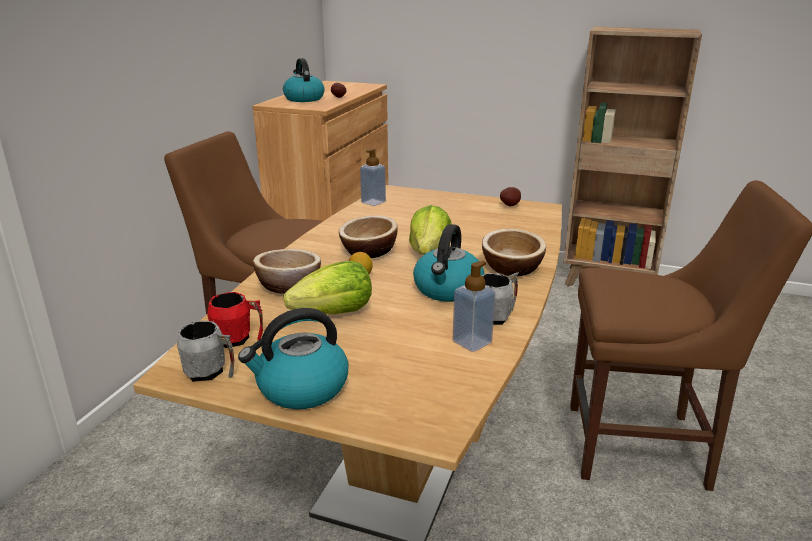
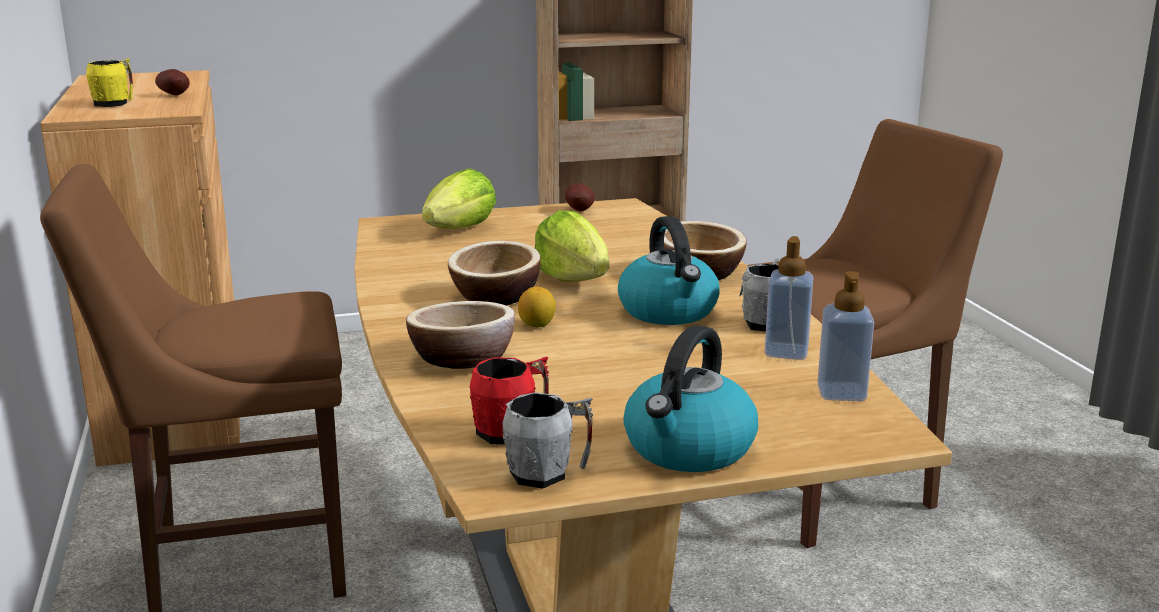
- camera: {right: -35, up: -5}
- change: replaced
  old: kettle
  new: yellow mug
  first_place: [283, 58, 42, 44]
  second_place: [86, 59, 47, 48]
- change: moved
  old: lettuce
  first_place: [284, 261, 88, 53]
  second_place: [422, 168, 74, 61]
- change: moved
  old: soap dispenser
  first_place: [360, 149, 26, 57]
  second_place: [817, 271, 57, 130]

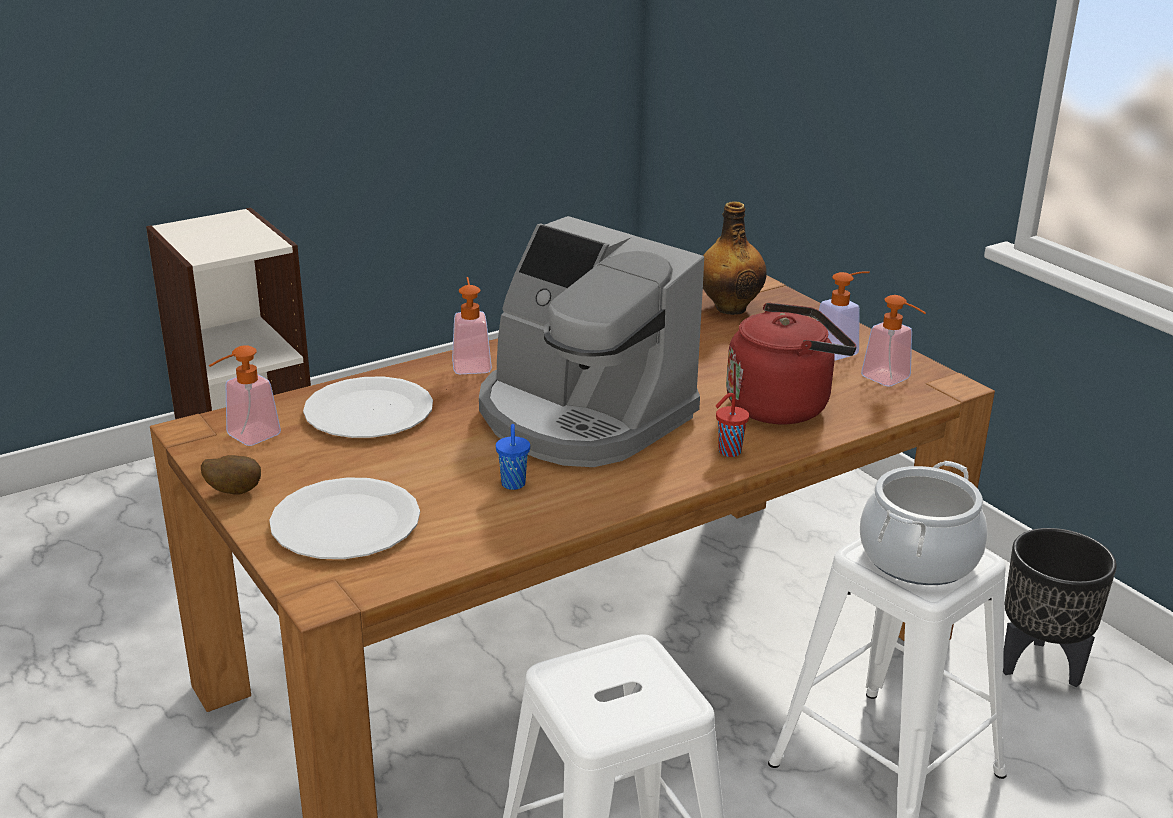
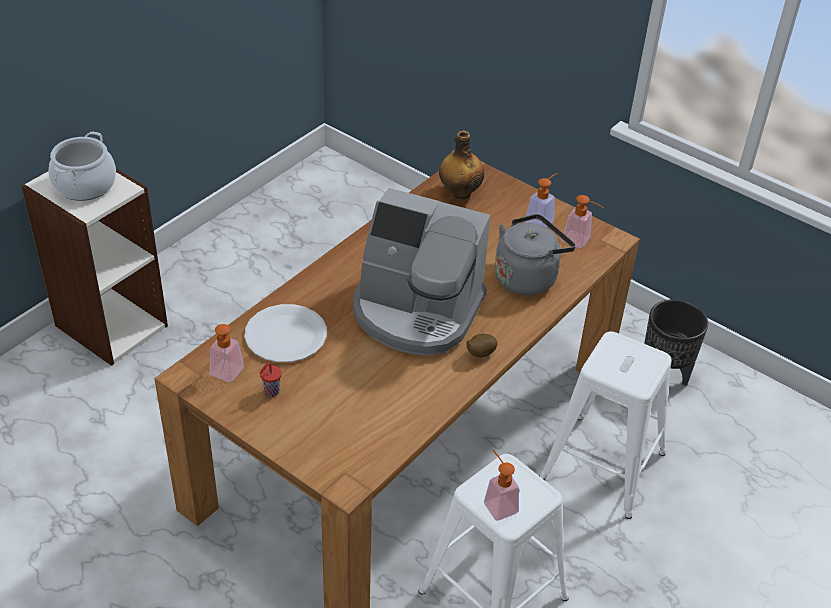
- camera: {right: -20, up: 15}
- change: moved
  old: cooking pot
  first_place: [860, 461, 128, 124]
  second_place: [48, 132, 68, 69]
- change: moved
  old: red cup
  first_place: [715, 393, 34, 64]
  second_place: [260, 362, 21, 35]
- change: moved
  old: potato
  first_place: [201, 455, 60, 40]
  second_place: [466, 334, 32, 24]
- change: moved
  old: soap dispenser
  first_place: [452, 277, 40, 97]
  second_place: [484, 450, 35, 71]
- change: recoloured
  old: red kettle
  new: grey kettle
  first_place: [726, 302, 131, 122]
  second_place: [495, 214, 81, 81]
- change: removed
  old: white plate
  first_place: [269, 477, 151, 82]
- change: removed
  old: blue cup
  first_place: [496, 424, 34, 66]

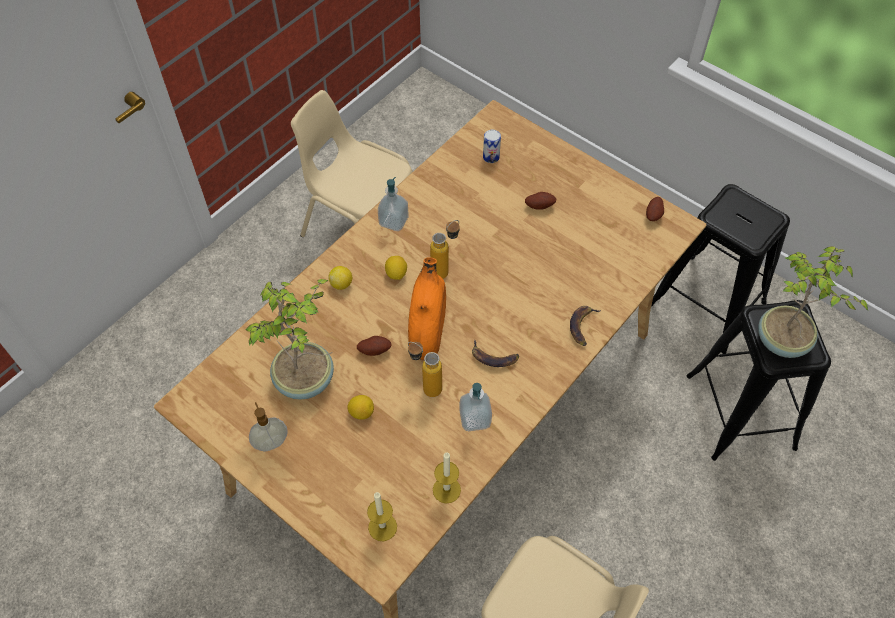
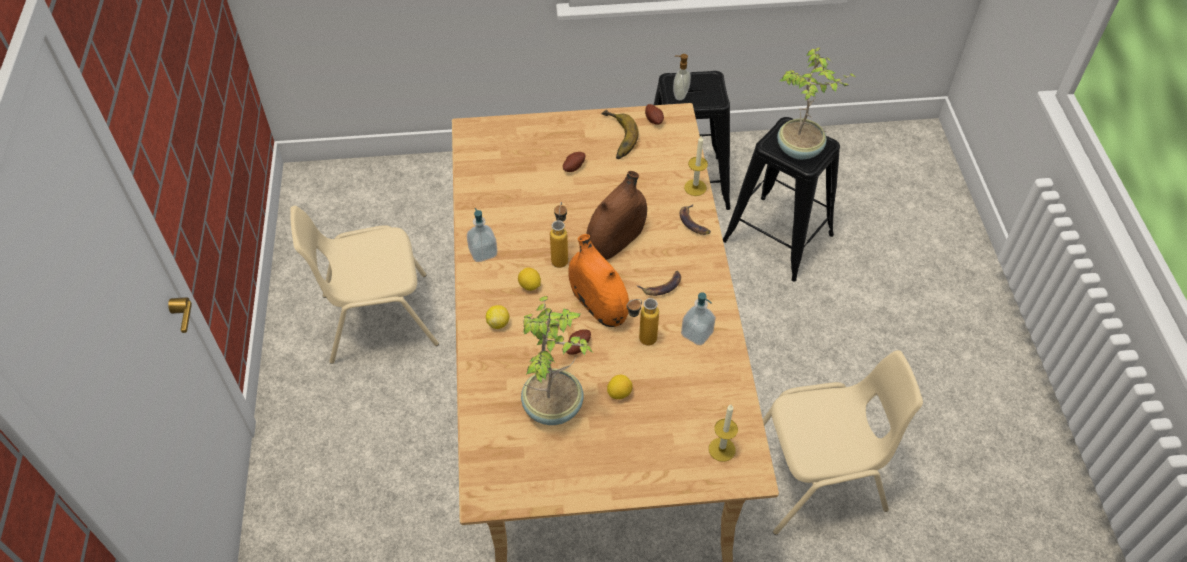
- camera: {right: -45, up: -5}
- change: added
  new: brown vase
  second_place: [586, 171, 61, 89]
- change: added
  new: banana
  second_place: [602, 110, 36, 49]
- change: moved
  old: soap dispenser
  first_place: [249, 402, 38, 50]
  second_place: [673, 54, 18, 46]
- change: moved
  old: candle
  first_place: [433, 453, 28, 51]
  second_place: [684, 136, 24, 60]
- change: removed
  old: can
  first_place: [483, 130, 18, 33]

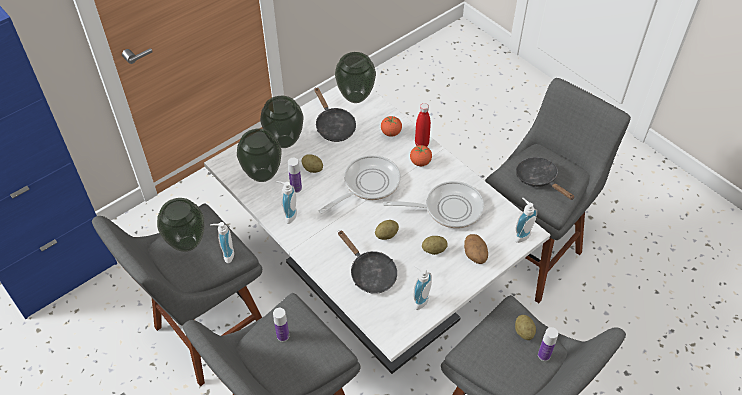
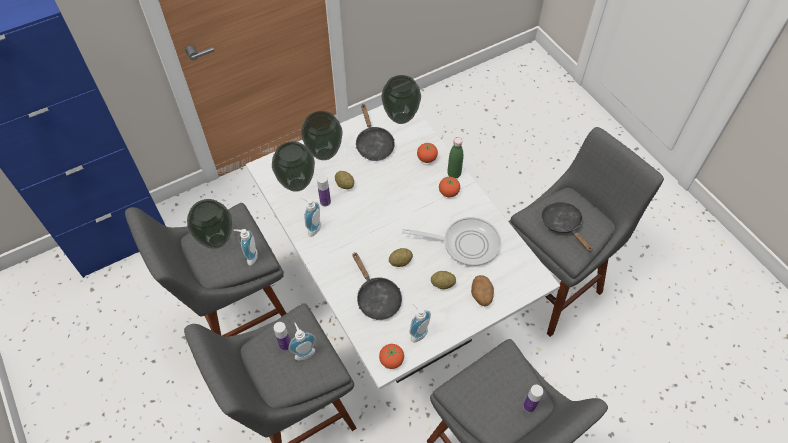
- camera: {right: 10, up: 5}
- change: moved
  old: soap dispenser
  first_place: [514, 198, 23, 45]
  second_place: [289, 323, 27, 38]
- change: added
  new: tomato
  second_place: [379, 344, 25, 25]
- change: recoloured
  old: red bottle
  new: green bottle
  first_place: [415, 103, 16, 44]
  second_place: [447, 137, 16, 41]
- change: removed
  old: frying pan
  first_place: [319, 155, 82, 59]
- change: removed
  old: potato
  first_place: [515, 315, 21, 25]

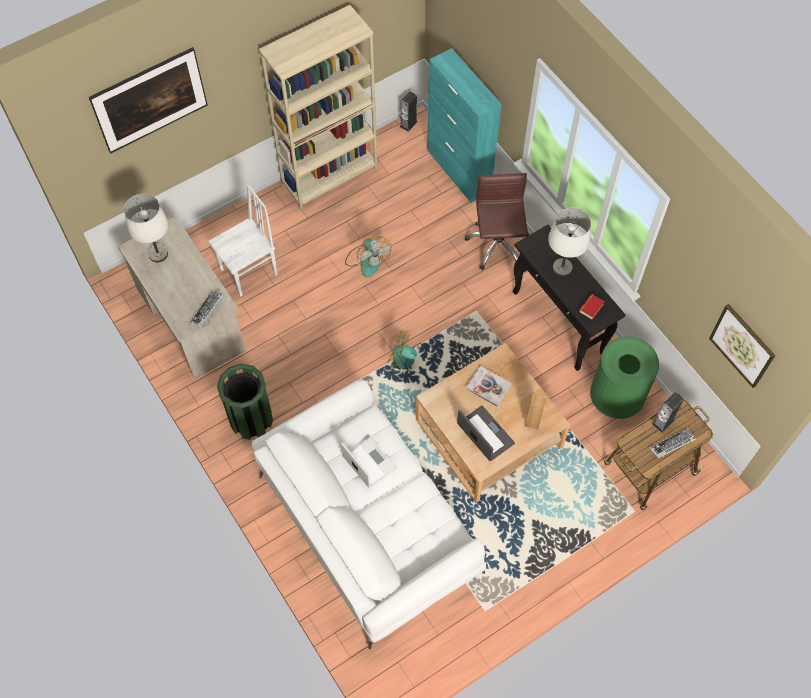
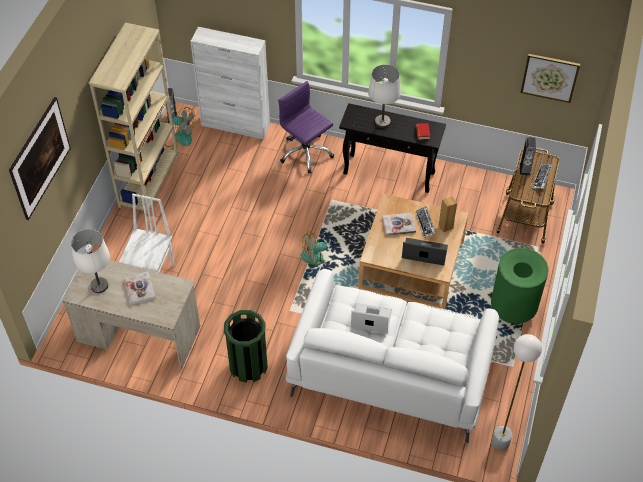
- camera: {right: -40, up: -10}
- change: added
  new: book
  second_place: [124, 271, 31, 33]
- change: moved
  old: fan
  first_place: [345, 236, 46, 41]
  second_place: [165, 107, 31, 40]
- change: recoloured
  old: turquoise cabinet
  new: white cabinet
  first_place: [427, 48, 75, 155]
  second_place: [190, 27, 80, 112]
- change: recoloured
  old: brown office chair
  new: purple office chair
  first_place: [465, 173, 64, 97]
  second_place: [278, 81, 56, 93]
- change: moved
  old: keyboard
  first_place: [189, 291, 34, 36]
  second_place: [415, 206, 21, 32]
- change: moved
  old: green trash can
  first_place: [590, 336, 69, 83]
  second_place: [491, 248, 58, 76]
- change: added
  new: white floor lamp
  second_place: [492, 334, 50, 117]

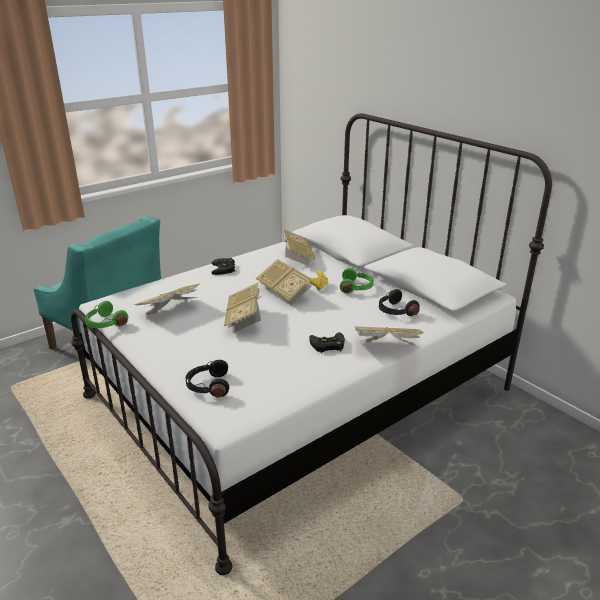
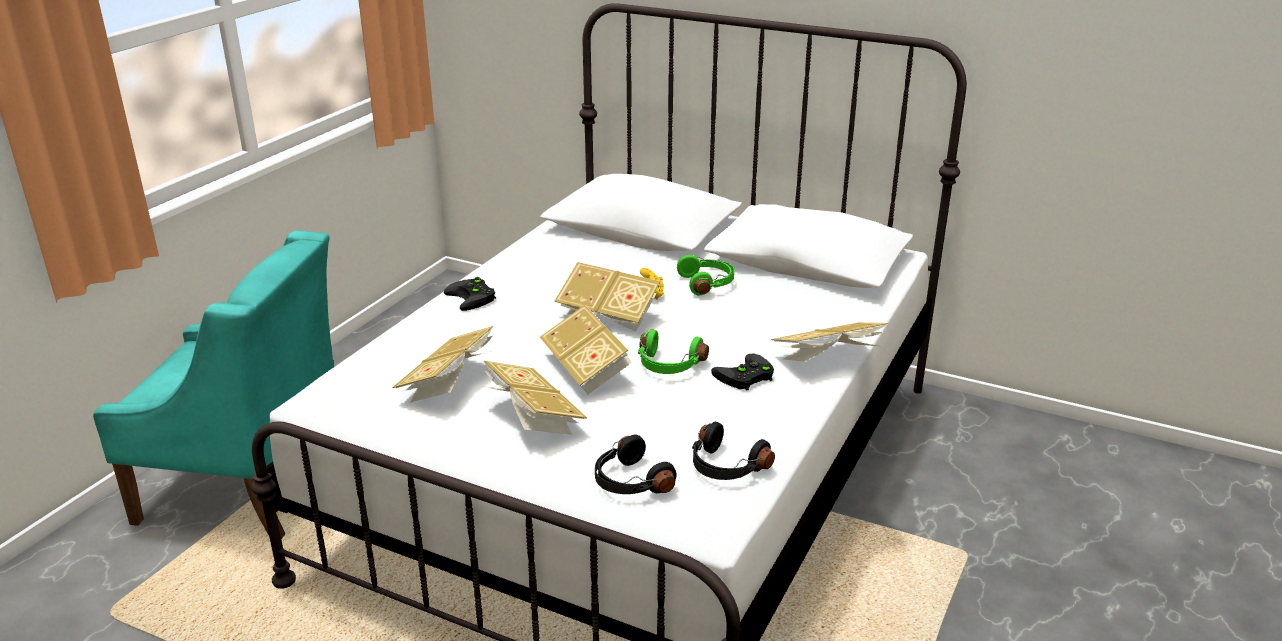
- camera: {right: -25, up: 0}
- change: moved
  old: book
  first_place: [283, 229, 32, 37]
  second_place: [483, 361, 104, 74]
- change: moved
  old: green headphones
  first_place: [85, 301, 43, 27]
  second_place: [638, 329, 71, 45]
- change: moved
  old: black headphones
  first_place: [379, 289, 41, 27]
  second_place: [692, 422, 83, 58]

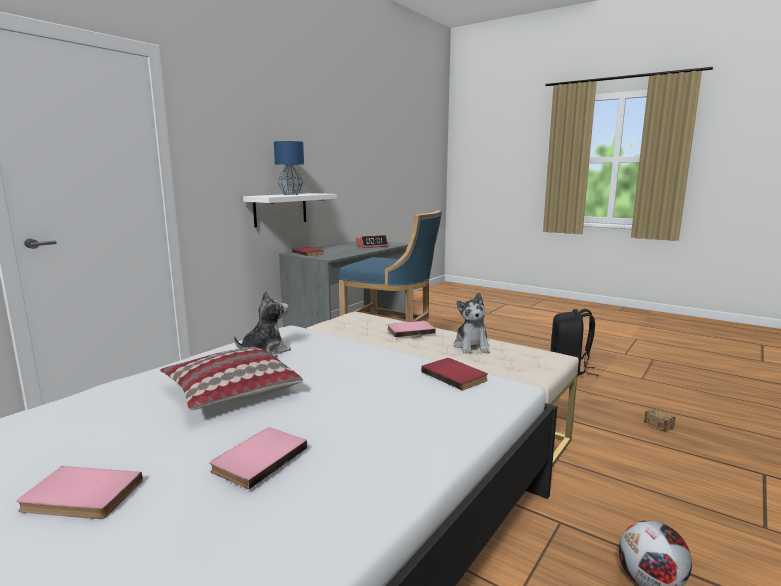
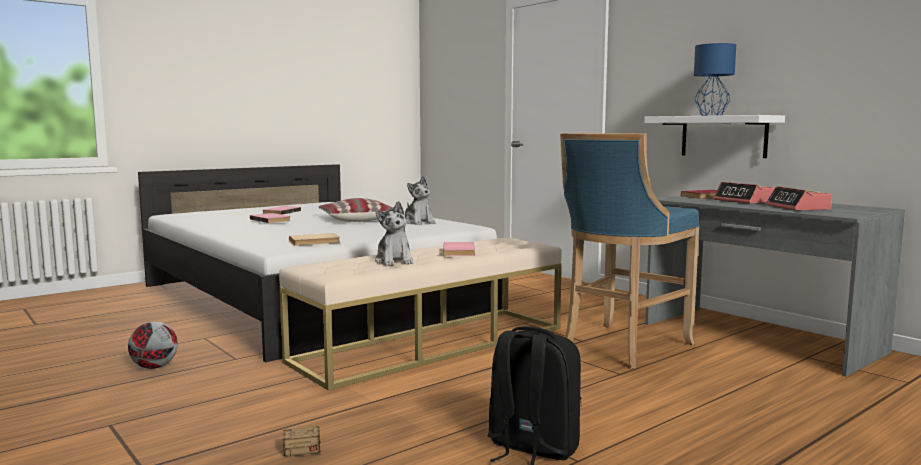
- camera: {right: 105, up: -5}
- change: recoloured
  old: red book
  new: beige book
  first_place: [421, 358, 67, 32]
  second_place: [289, 233, 51, 13]
- change: turned
  old: plush toy
  first_place: [454, 293, 36, 61]
  second_place: [375, 201, 38, 65]
  degrees: -120
- change: added
  new: alarm clock
  second_place: [714, 182, 61, 22]

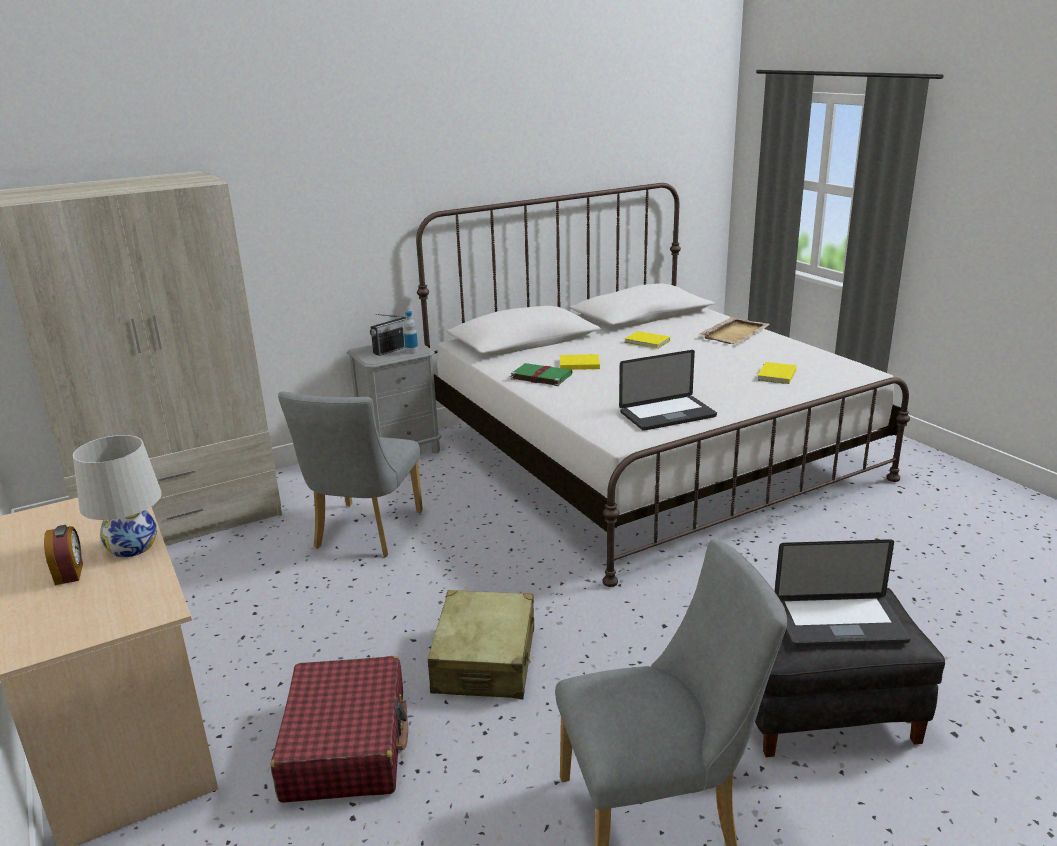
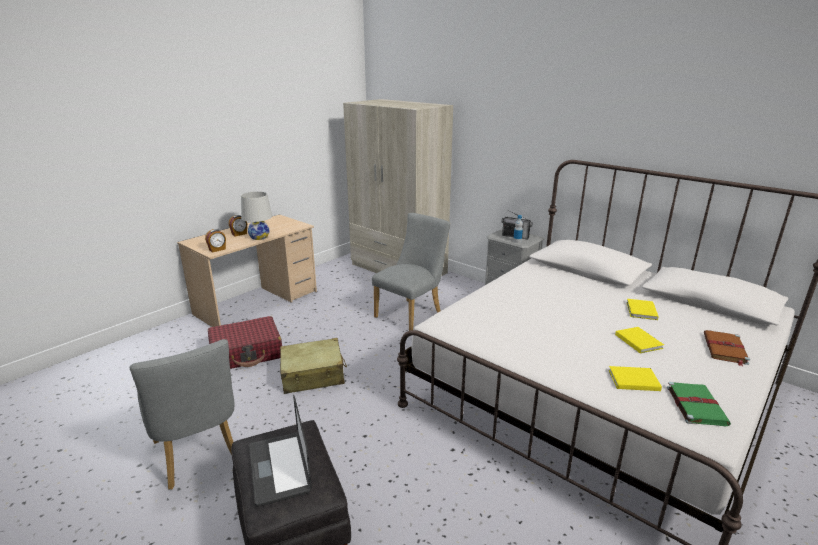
- camera: {right: 70, up: 0}
- change: added
  new: alarm clock
  second_place: [205, 229, 21, 24]
- change: turned
  old: grey chair
  first_place: [278, 391, 145, 165]
  second_place: [372, 213, 78, 118]
  degrees: 135
- change: moved
  old: yellow book
  first_place: [560, 354, 40, 16]
  second_place: [615, 327, 49, 26]
- change: moved
  old: green book
  first_place: [510, 363, 63, 23]
  second_place: [667, 382, 64, 44]
- change: replaced
  old: beige tray
  new: brown book
  first_place: [698, 317, 72, 28]
  second_place: [704, 330, 46, 36]
- change: removed
  old: laptop
  first_place: [619, 350, 98, 81]

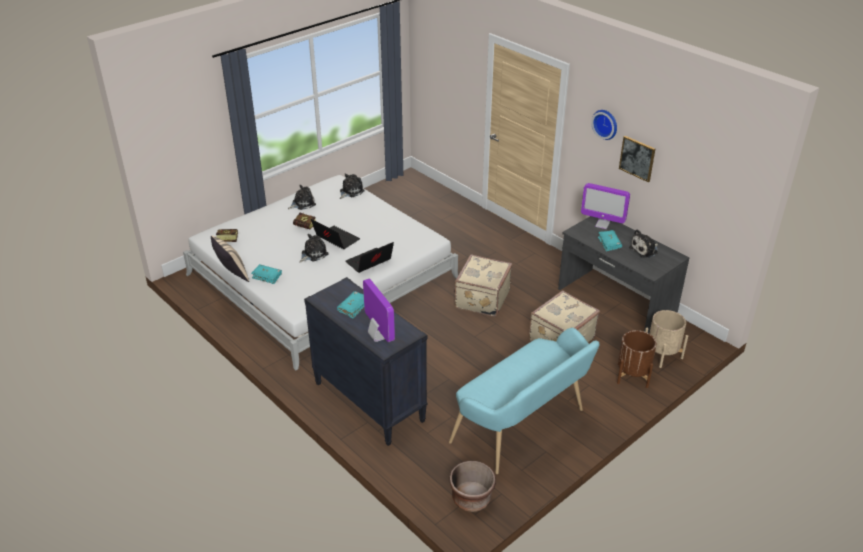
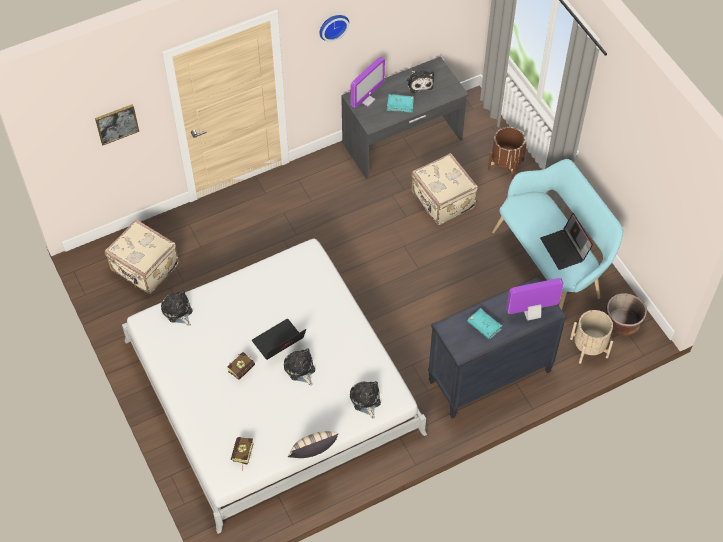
- camera: {right: -75, up: 20}
- change: moved
  old: picture
  first_place: [619, 136, 36, 46]
  second_place: [95, 104, 44, 41]
- change: moved
  old: beige suitcase
  first_place: [454, 254, 58, 63]
  second_place: [105, 219, 74, 75]
- change: moved
  old: plush toy
  first_place: [288, 185, 28, 25]
  second_place: [350, 381, 31, 38]
- change: moved
  old: laptop
  first_place: [345, 242, 49, 31]
  second_place: [540, 213, 53, 57]
- change: moved
  old: beige planter
  first_place: [645, 310, 43, 58]
  second_place: [570, 310, 43, 54]
- change: removed
  old: turquoise book
  first_place: [251, 264, 31, 20]

